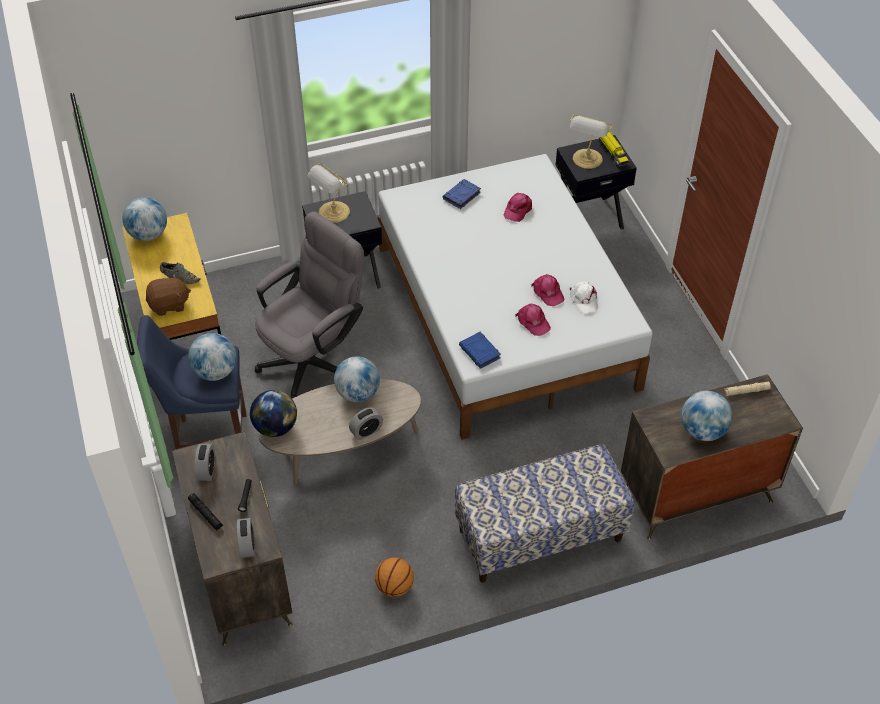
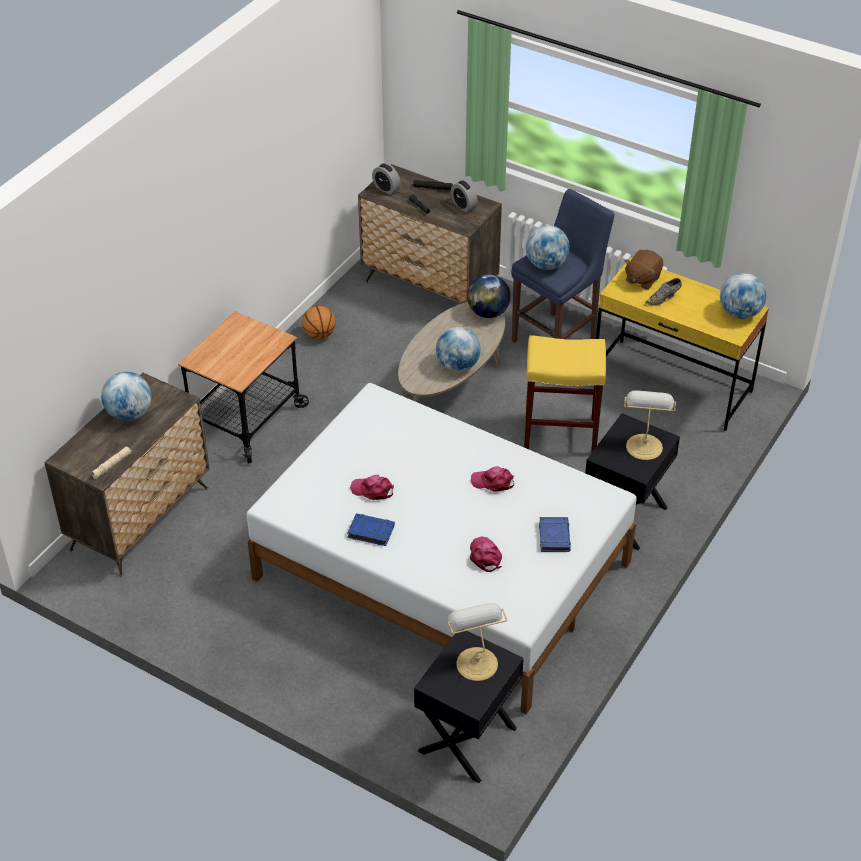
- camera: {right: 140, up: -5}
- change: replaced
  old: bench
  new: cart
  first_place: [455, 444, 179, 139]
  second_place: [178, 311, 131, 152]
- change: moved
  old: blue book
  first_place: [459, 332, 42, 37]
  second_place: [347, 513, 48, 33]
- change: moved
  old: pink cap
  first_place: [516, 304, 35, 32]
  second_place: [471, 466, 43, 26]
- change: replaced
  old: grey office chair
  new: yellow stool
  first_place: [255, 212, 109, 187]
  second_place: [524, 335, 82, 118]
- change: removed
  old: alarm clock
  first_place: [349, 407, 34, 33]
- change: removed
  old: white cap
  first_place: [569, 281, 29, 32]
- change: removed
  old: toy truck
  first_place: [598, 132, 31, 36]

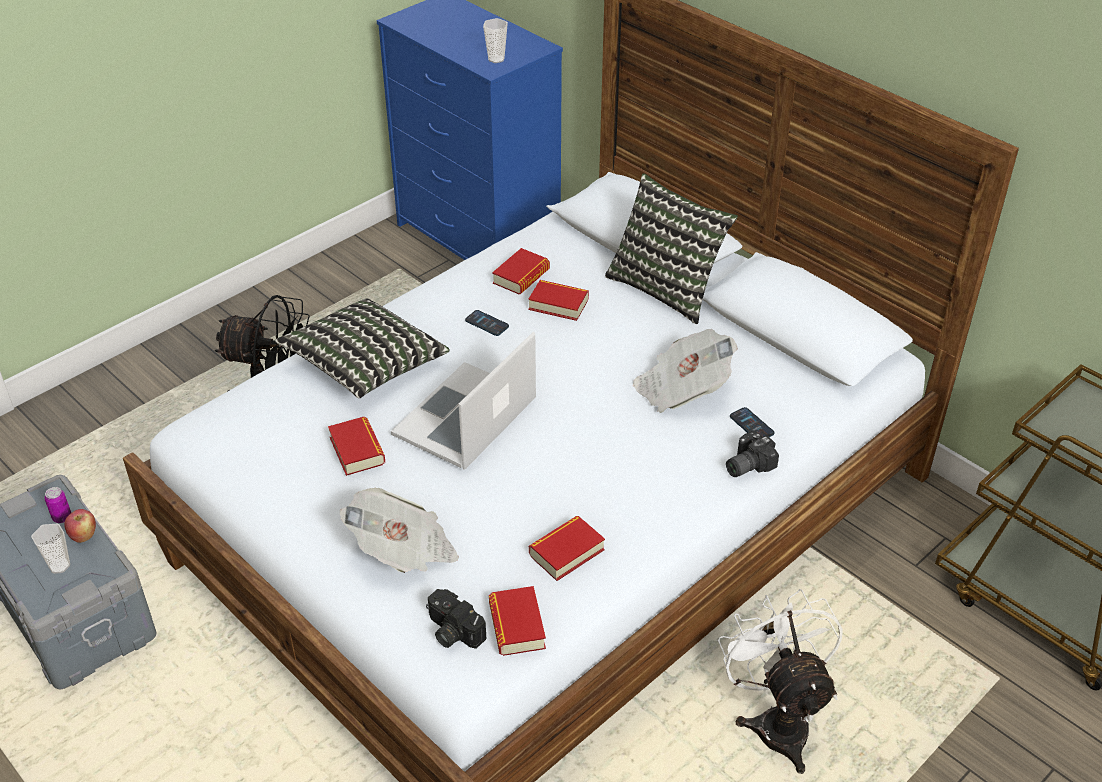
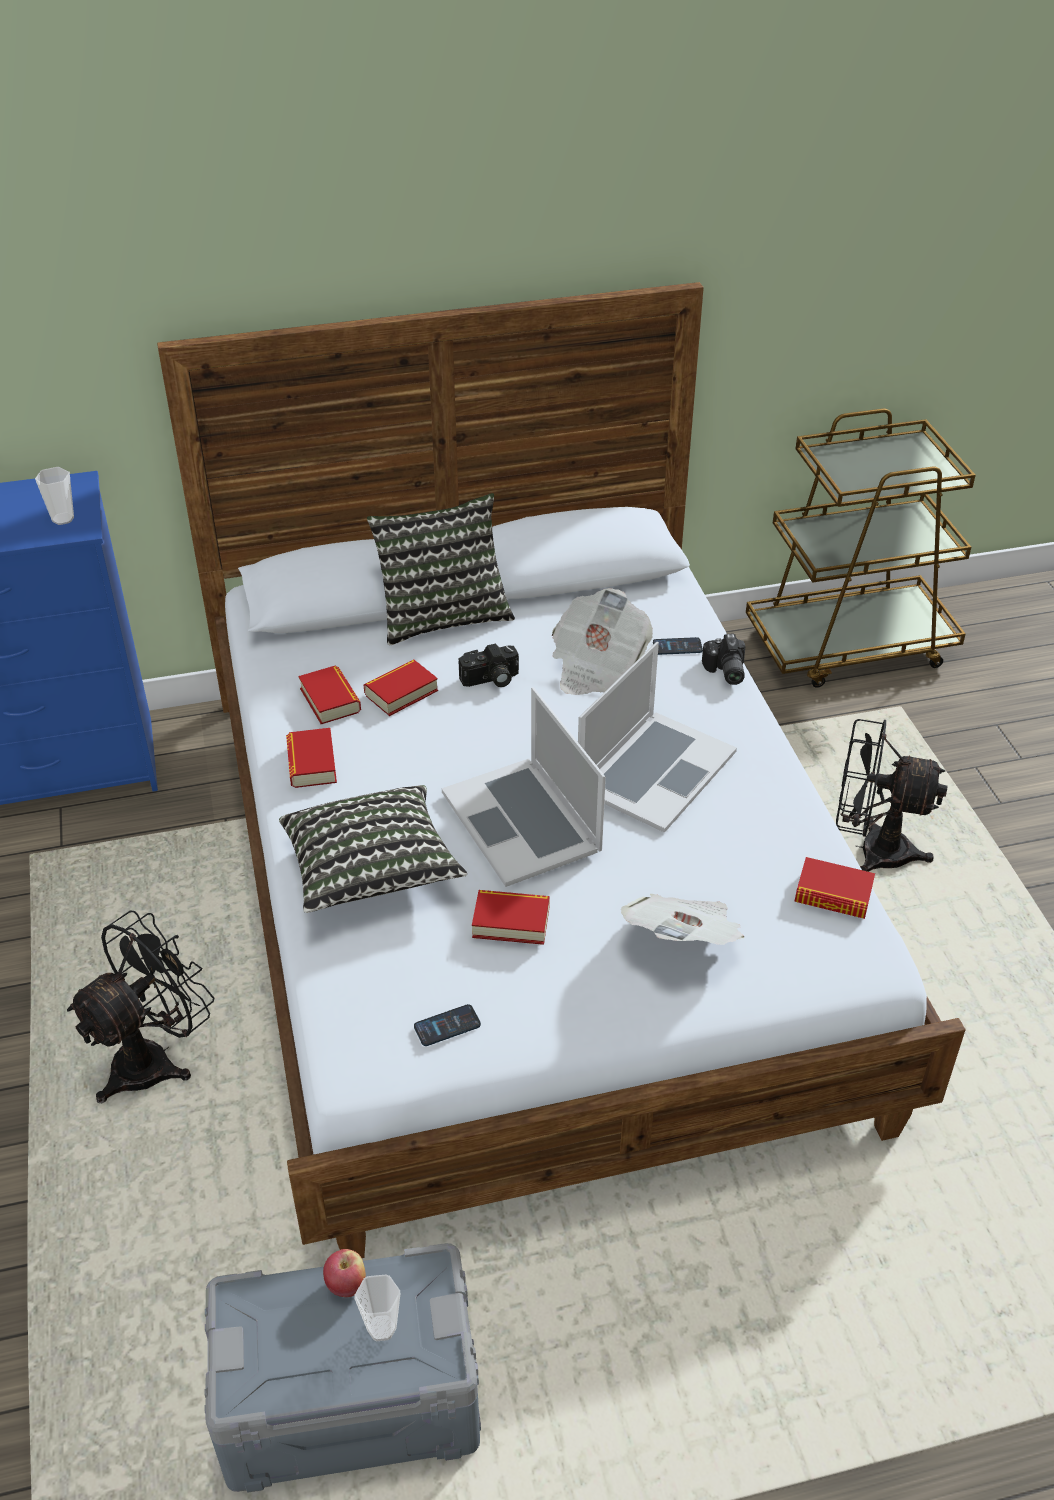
- camera: {right: -60, up: 0}
- change: moved
  old: book
  first_place: [529, 516, 76, 65]
  second_place: [286, 728, 51, 60]
- change: moved
  old: phone
  first_place: [465, 310, 44, 26]
  second_place: [414, 1004, 67, 42]
- change: moved
  old: photo camera
  first_place: [426, 589, 60, 60]
  second_place: [458, 643, 61, 44]
- change: added
  new: laptop
  second_place: [578, 642, 159, 191]
- change: recoloured
  old: white fan
  new: black fan
  first_place: [718, 589, 125, 185]
  second_place: [836, 719, 111, 153]
- change: removed
  old: can
  first_place: [45, 487, 26, 36]

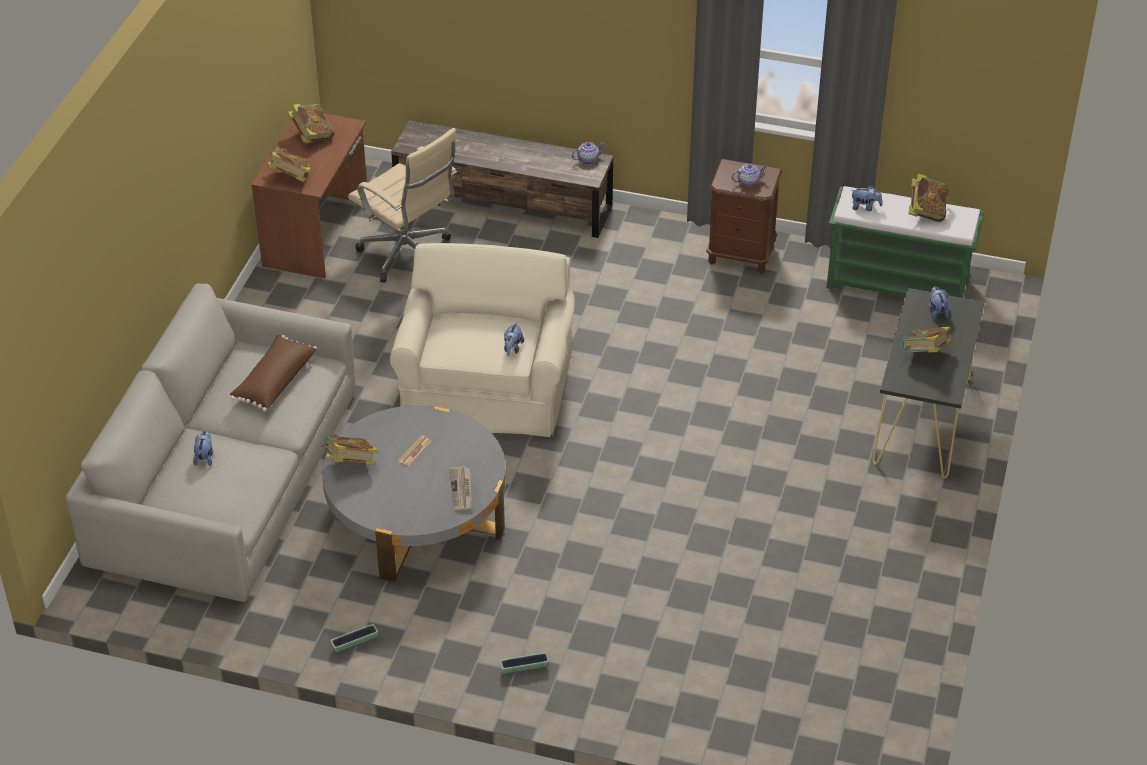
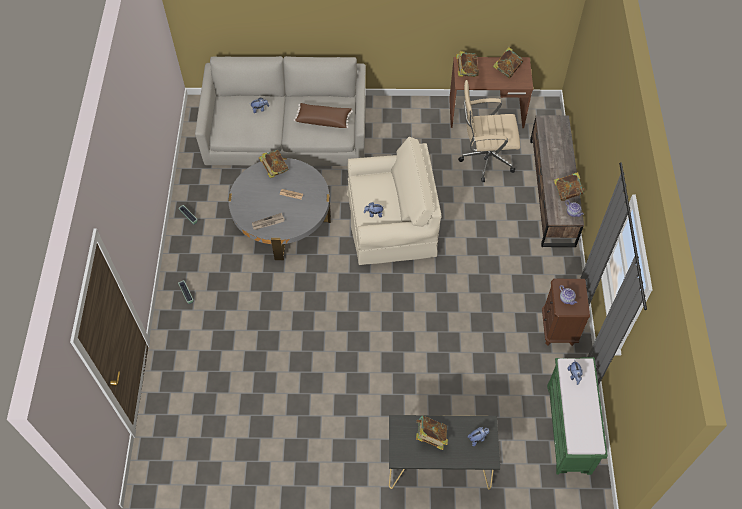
- camera: {right: 75, up: 15}
- change: turned
  old: beige office chair
  first_place: [348, 128, 109, 154]
  second_place: [458, 80, 62, 102]
  degrees: 60
- change: moved
  old: book
  first_place: [909, 174, 39, 48]
  second_place: [554, 172, 31, 29]

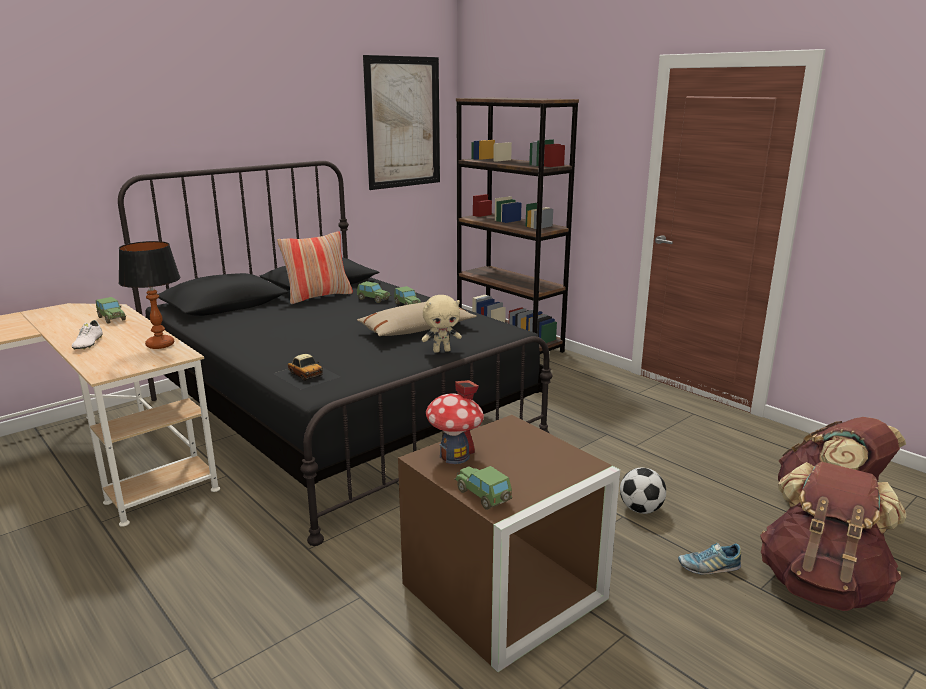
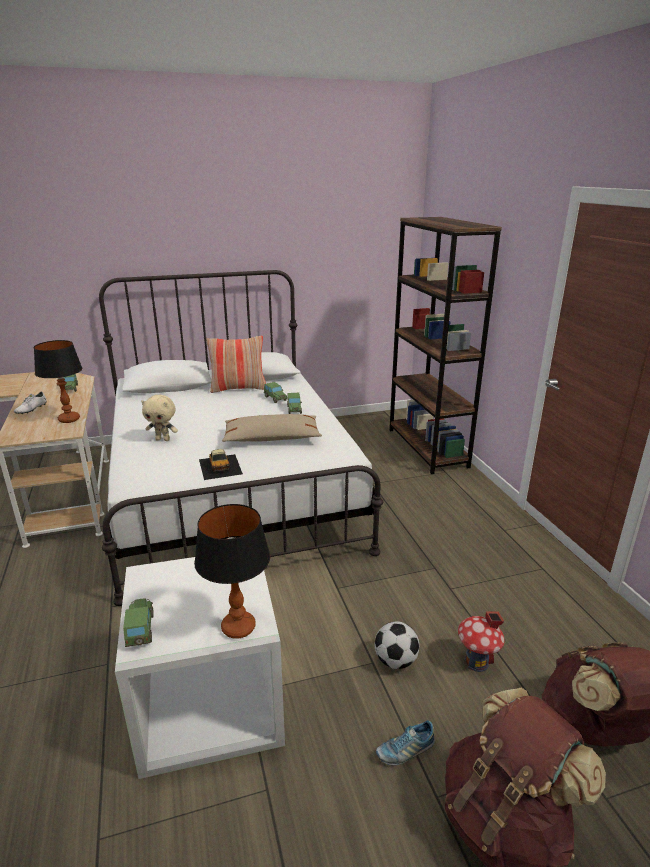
- camera: {right: 25, up: 5}
- change: recoloured
  old: black bed
  new: white bed
  first_place: [118, 161, 435, 385]
  second_place: [99, 270, 284, 336]
- change: recoloured
  old: brown storage box
  new: white storage box
  first_place: [398, 415, 222, 257]
  second_place: [115, 557, 170, 222]
- change: moved
  old: beige plush toy
  first_place: [421, 295, 41, 58]
  second_place: [141, 395, 37, 46]
- change: added
  new: table lamp
  second_place: [194, 504, 76, 135]
- change: moved
  old: toy car
  first_place: [273, 354, 68, 35]
  second_place: [199, 449, 44, 31]
- change: turned
  old: shoe
  first_place: [678, 542, 63, 33]
  second_place: [376, 720, 59, 45]
  degrees: -45
- change: moved
  old: toy house
  first_place: [426, 380, 58, 84]
  second_place: [458, 611, 47, 61]
- change: removed
  old: picture
  first_place: [363, 55, 77, 135]

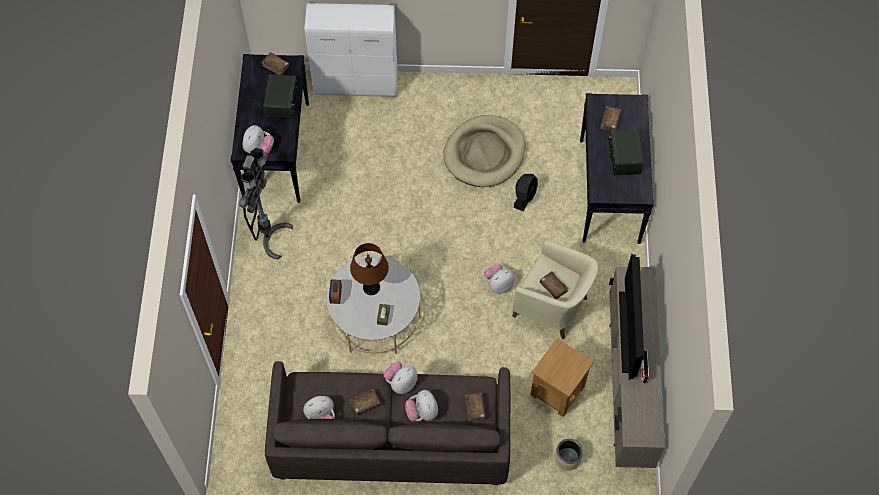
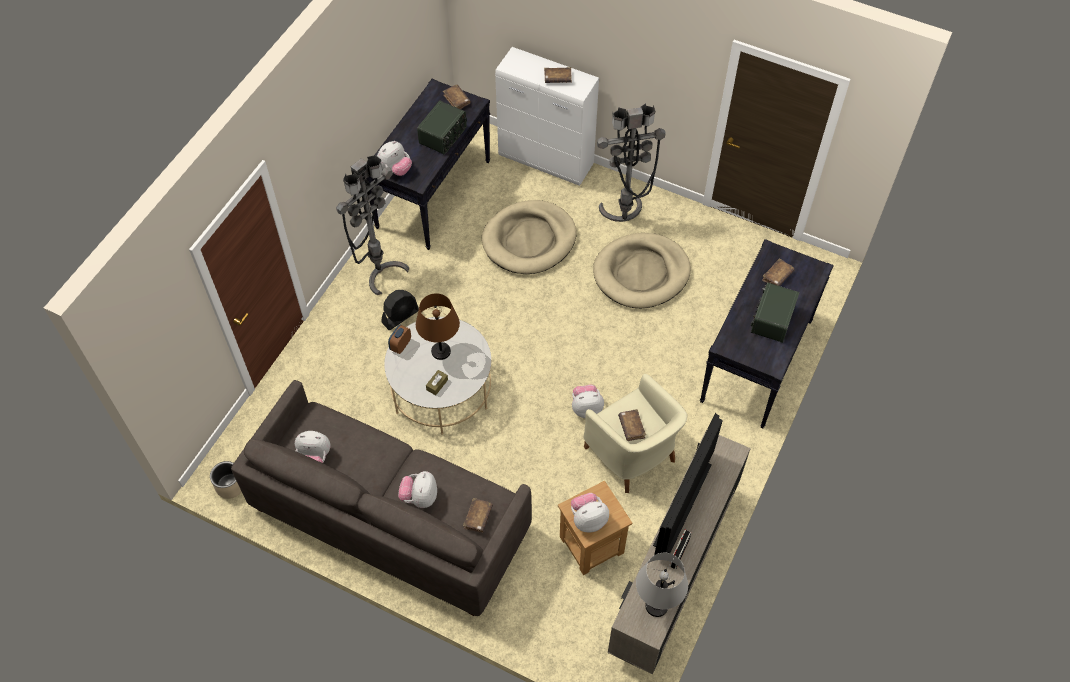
- camera: {right: 25, up: -5}
- change: moved
  old: beige planter
  first_place: [555, 439, 28, 32]
  second_place: [210, 461, 32, 38]
- change: moved
  old: black fan
  first_place: [513, 174, 25, 37]
  second_place: [382, 290, 37, 40]
- change: added
  new: beige dog bed
  second_place: [482, 200, 95, 74]
- change: moved
  old: brown book
  first_place: [350, 389, 31, 26]
  second_place: [544, 67, 28, 16]
- change: moved
  old: plush toy
  first_place: [383, 361, 35, 33]
  second_place: [571, 493, 38, 39]
- change: added
  new: grey floor lamp
  second_place: [597, 103, 68, 119]
- change: added
  new: grey table lamp
  second_place: [636, 553, 52, 64]

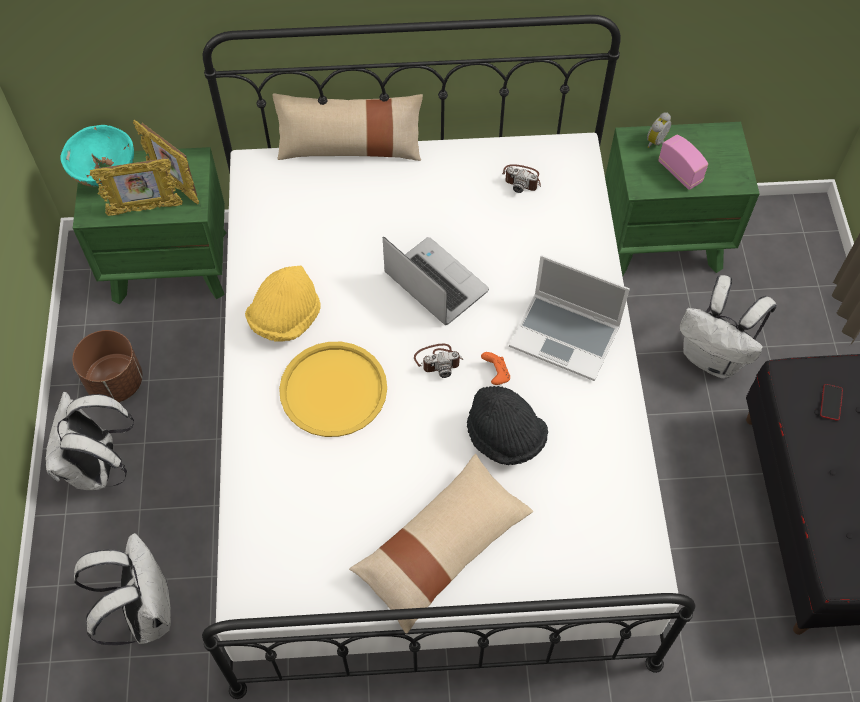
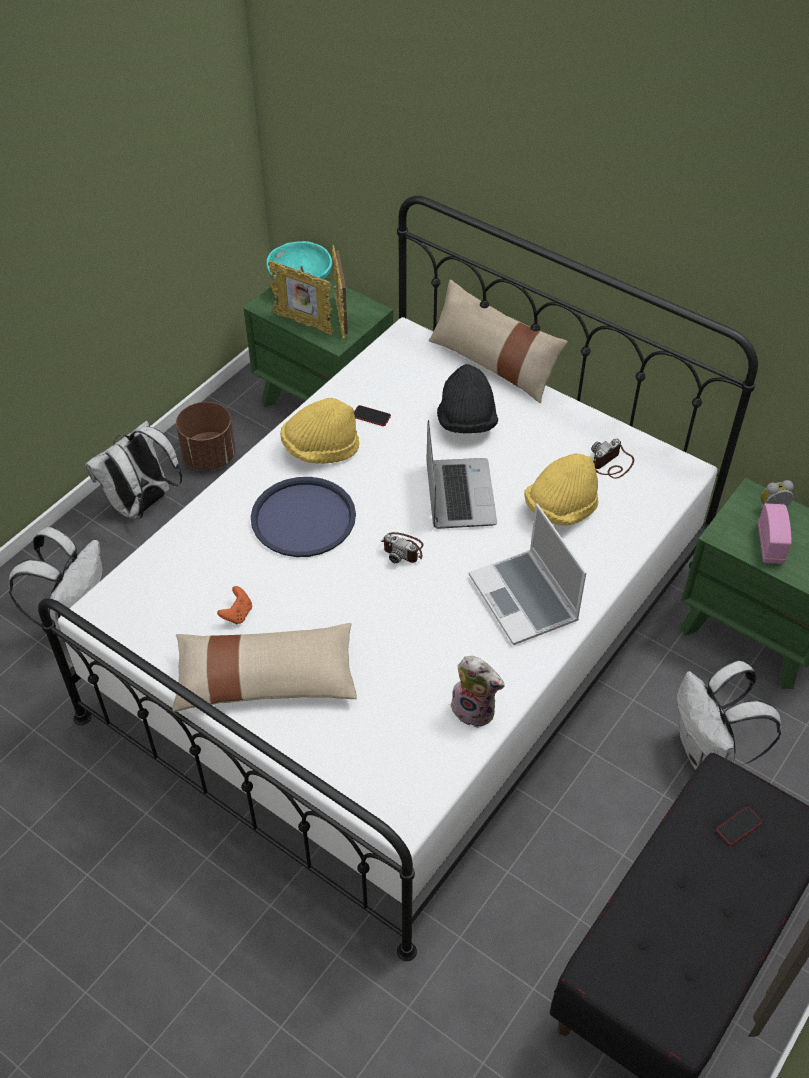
- camera: {right: 40, up: -10}
- change: moved
  old: orange game controller
  first_place: [481, 352, 29, 33]
  second_place: [217, 586, 35, 39]
- change: recoloured
  old: yellow tray
  new: blue tray
  first_place: [279, 342, 108, 95]
  second_place: [251, 477, 105, 80]
- change: added
  new: phone
  second_place: [354, 405, 37, 21]
- change: moved
  old: black hat
  first_place: [467, 386, 81, 79]
  second_place: [437, 364, 61, 69]
- change: added
  new: plush toy
  second_place: [451, 656, 53, 72]
- change: added
  new: yellow hat
  second_place: [524, 453, 74, 73]
- change: turned
  old: photo camera
  first_place: [502, 164, 39, 29]
  second_place: [591, 439, 43, 40]
  degrees: 75

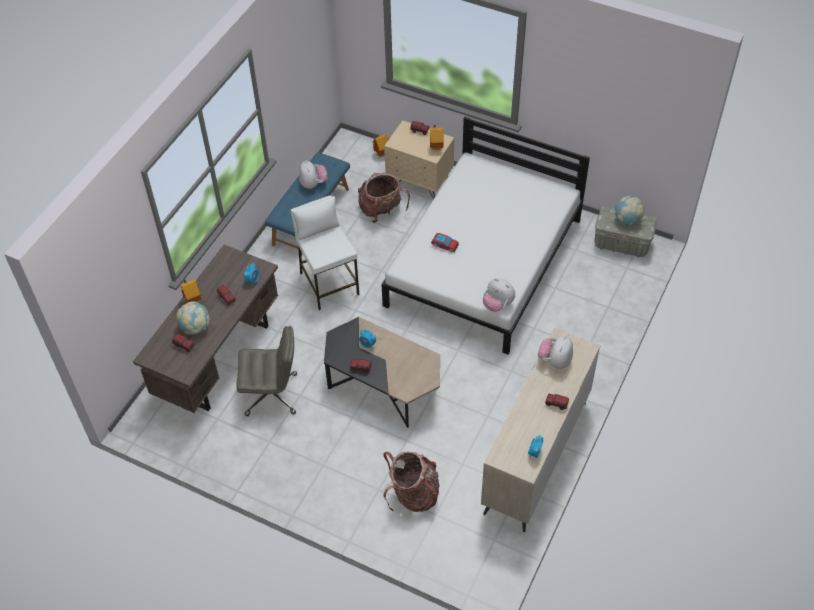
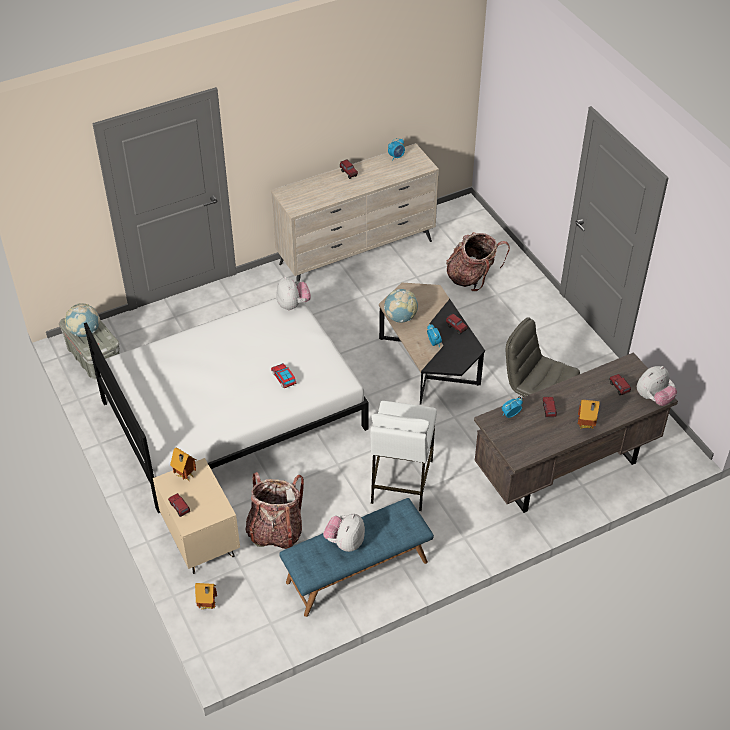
- camera: {right: -145, up: -5}
- change: moved
  old: globe
  first_place: [176, 301, 34, 34]
  second_place: [384, 289, 34, 34]
- change: moved
  old: plush toy
  first_place: [538, 336, 35, 33]
  second_place: [637, 366, 40, 40]

